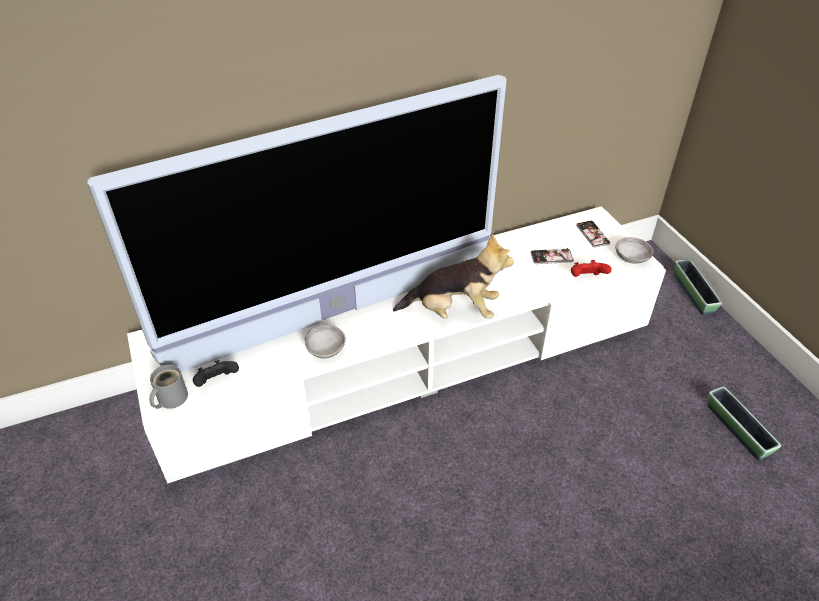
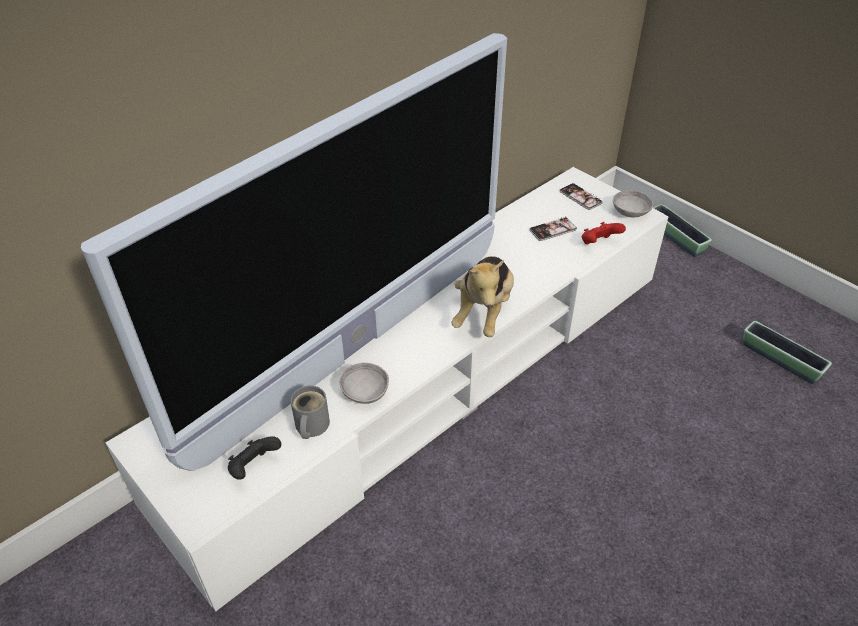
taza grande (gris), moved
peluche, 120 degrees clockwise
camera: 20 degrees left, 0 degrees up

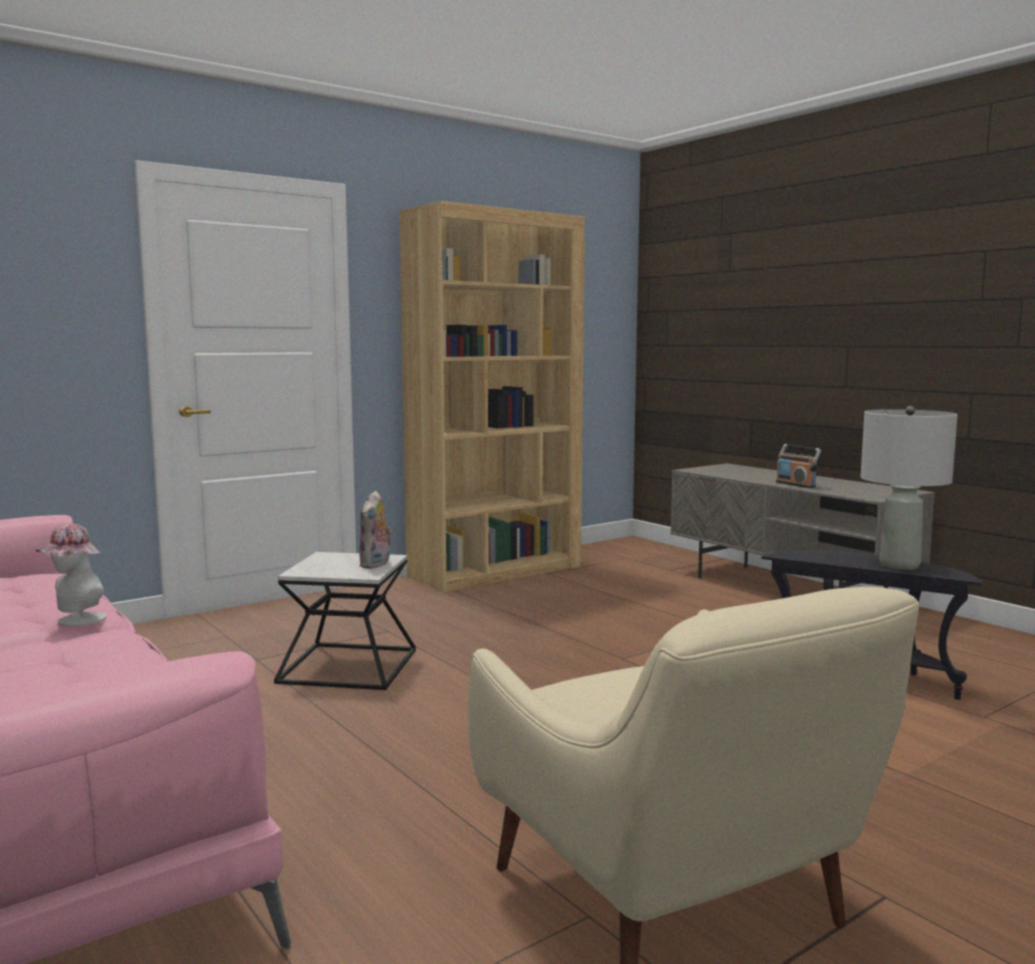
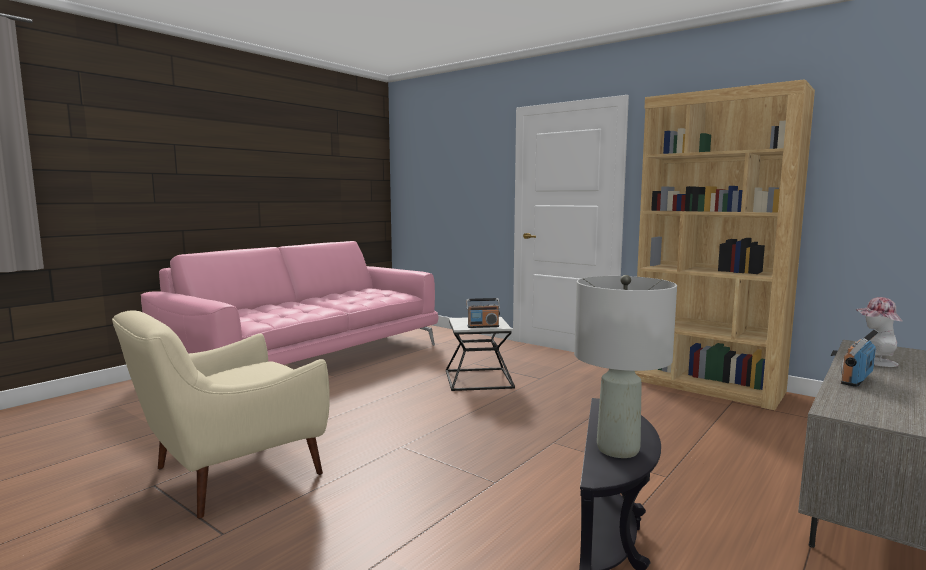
sombrero, moved
peluche => radio (1st from left)
camera: 75 degrees right, 0 degrees up

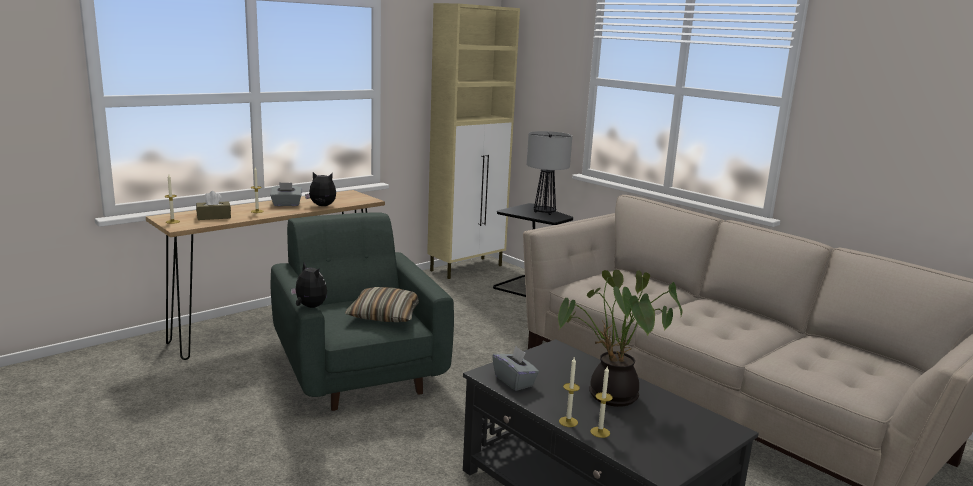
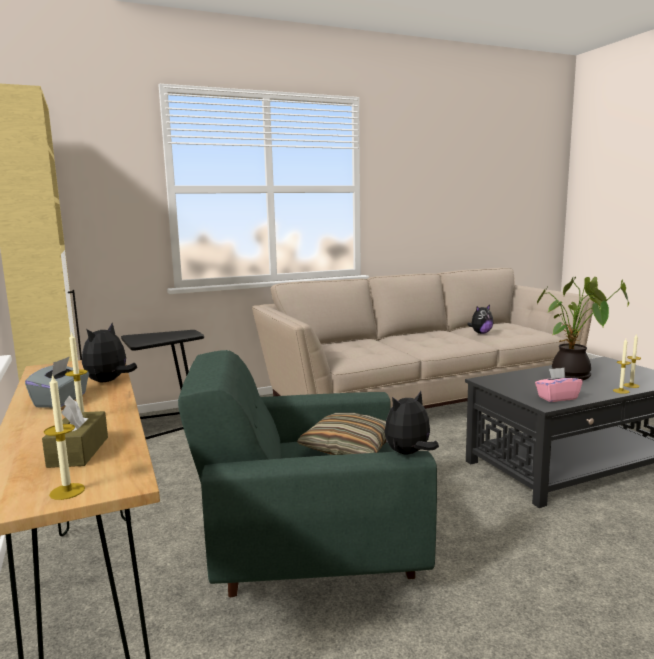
lámpara de mesa => nothing
nothing => peluche (3rd from left)
caja de pañuelos (gris) (2nd from left) => caja de pañuelos (rosa)
camera: 70 degrees left, 5 degrees down

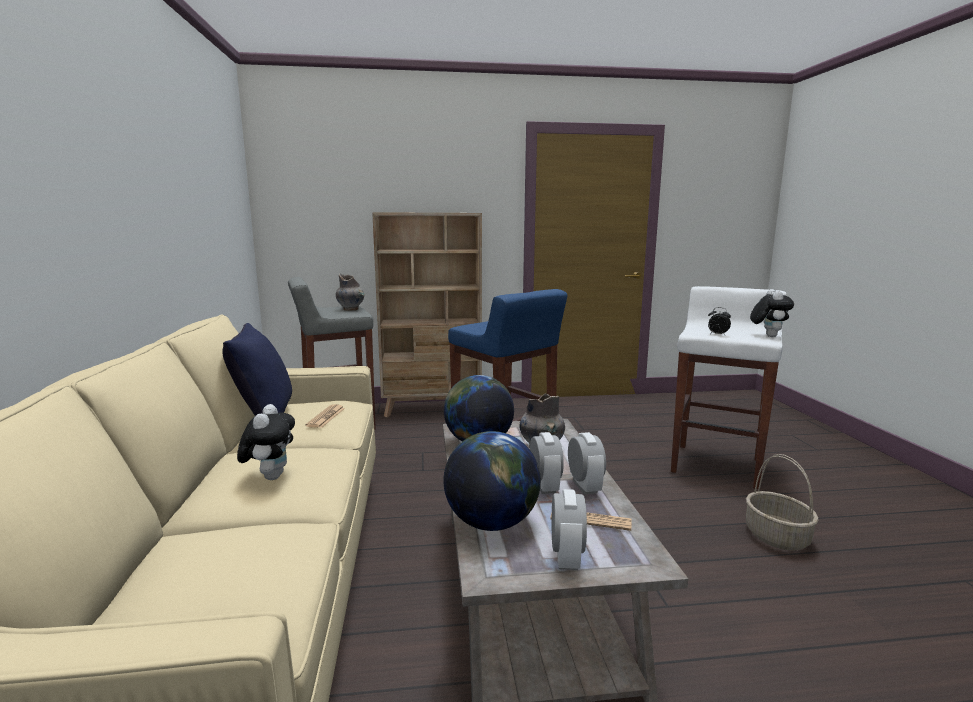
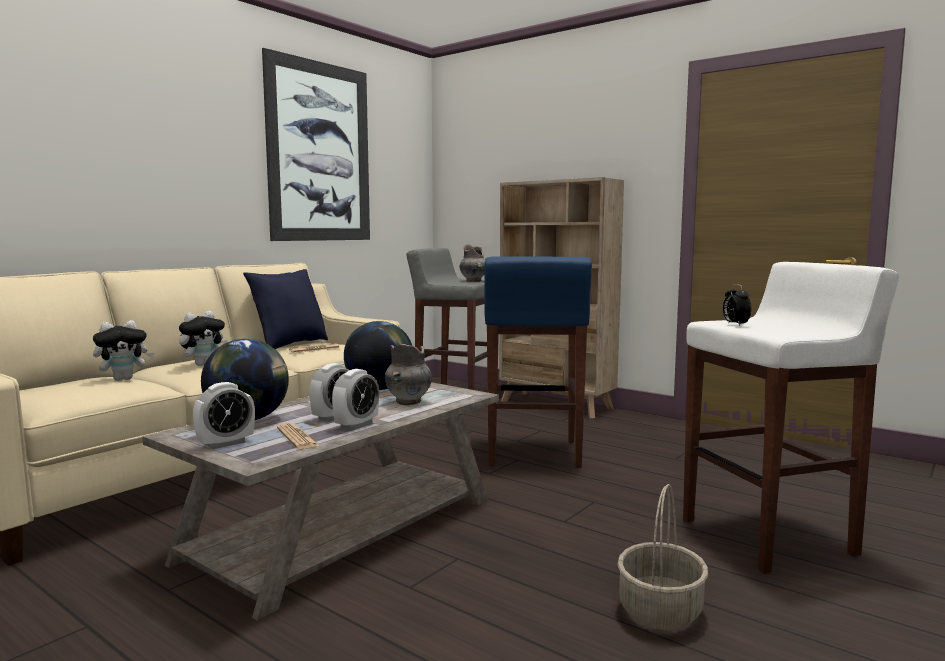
nothing => cuadro
peluche (2nd from left in the first image) => peluche (1st from left), moved
camera: 45 degrees right, 5 degrees down

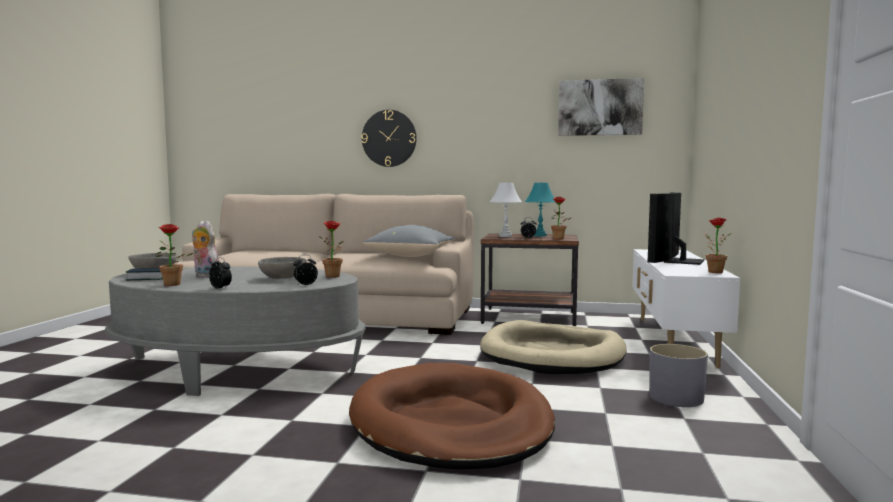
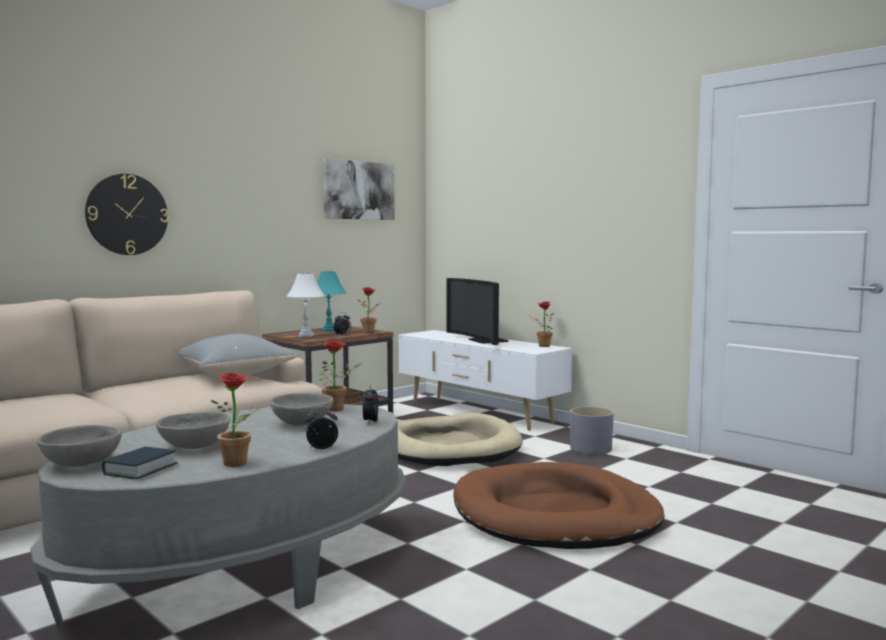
peluche => cuenco (gris) (2nd from left)
camera: 55 degrees left, 0 degrees up

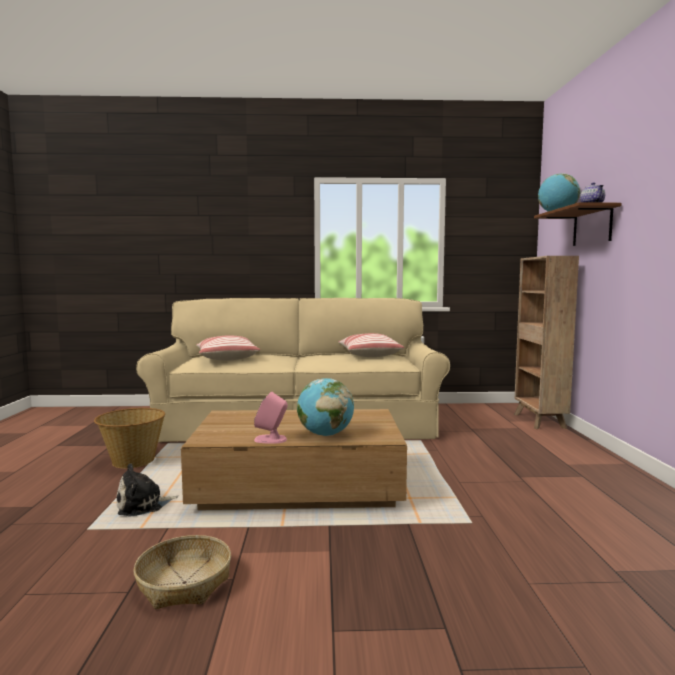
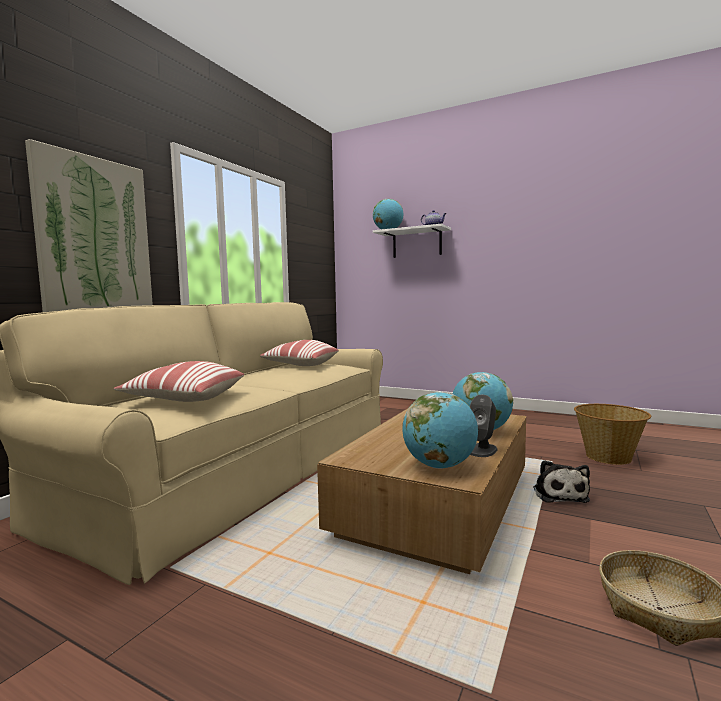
estantería (marrón) => nothing
nothing => cuadro
nothing => globo terráqueo (2nd from left)
cesta (1st from left), moved
peluche, moved
altavoz (rosa) => altavoz (gris)
estante (marrón) => estante (blanco)
camera: 60 degrees left, 0 degrees up

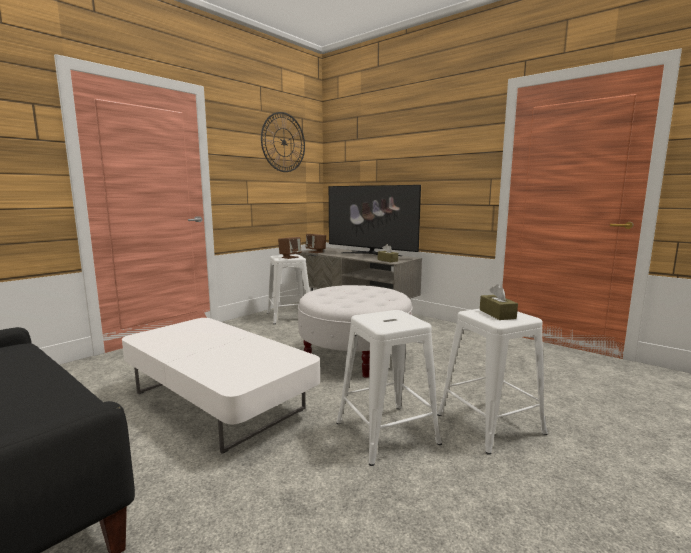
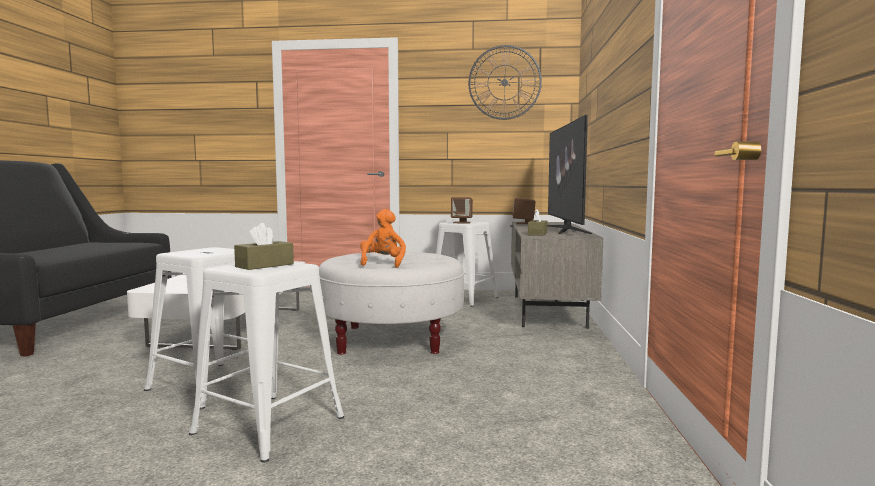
nothing => peluche (naranja)
camera: 55 degrees right, 5 degrees down

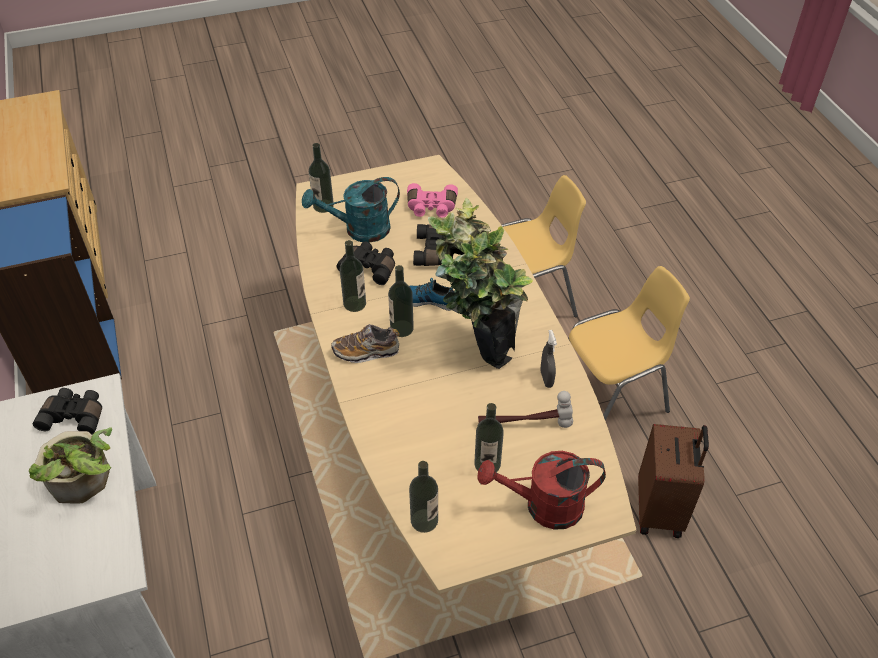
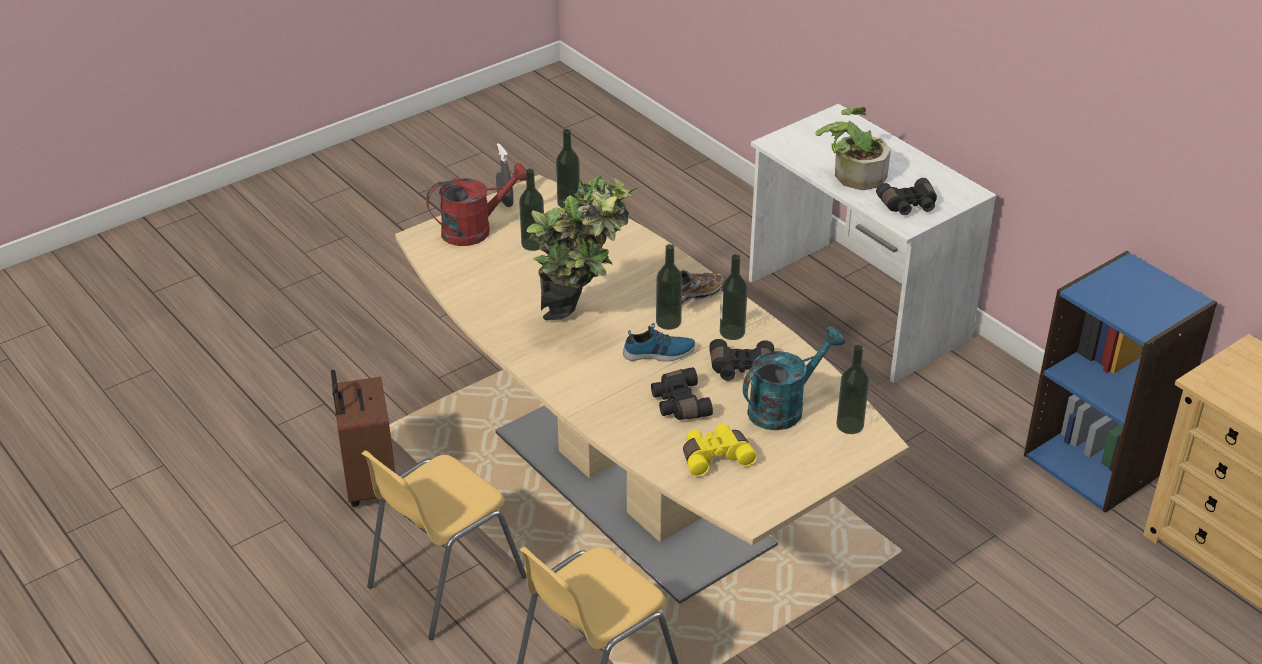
martillo => nothing
pulverizador (gris), moved
prismáticos (rosa) => prismáticos (amarillo)
camera: 160 degrees right, 10 degrees down

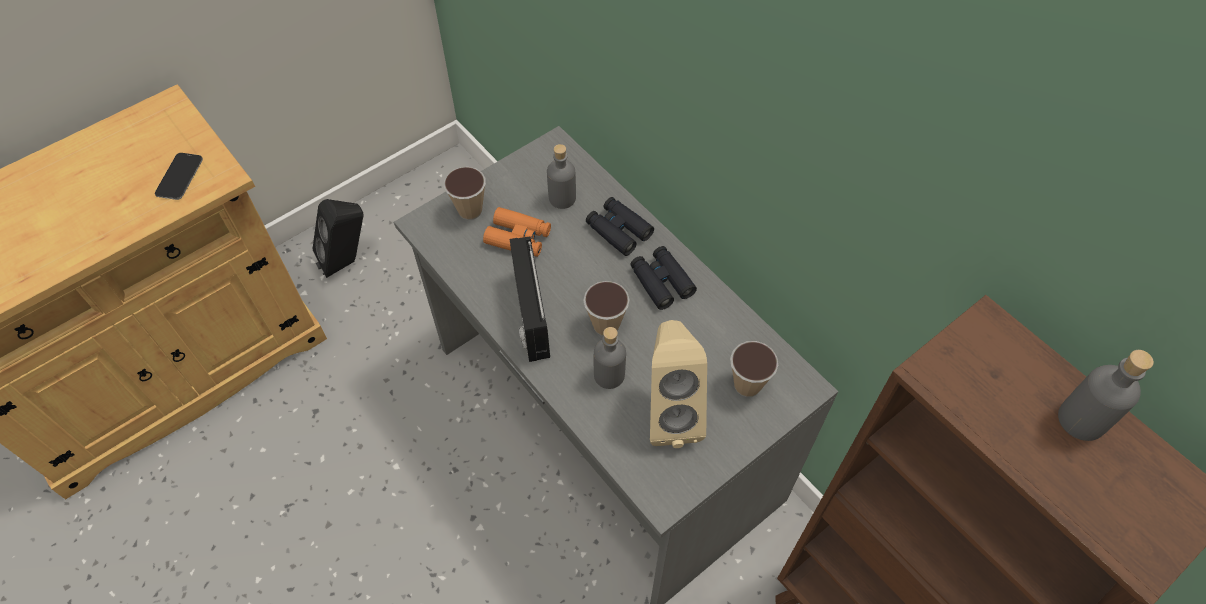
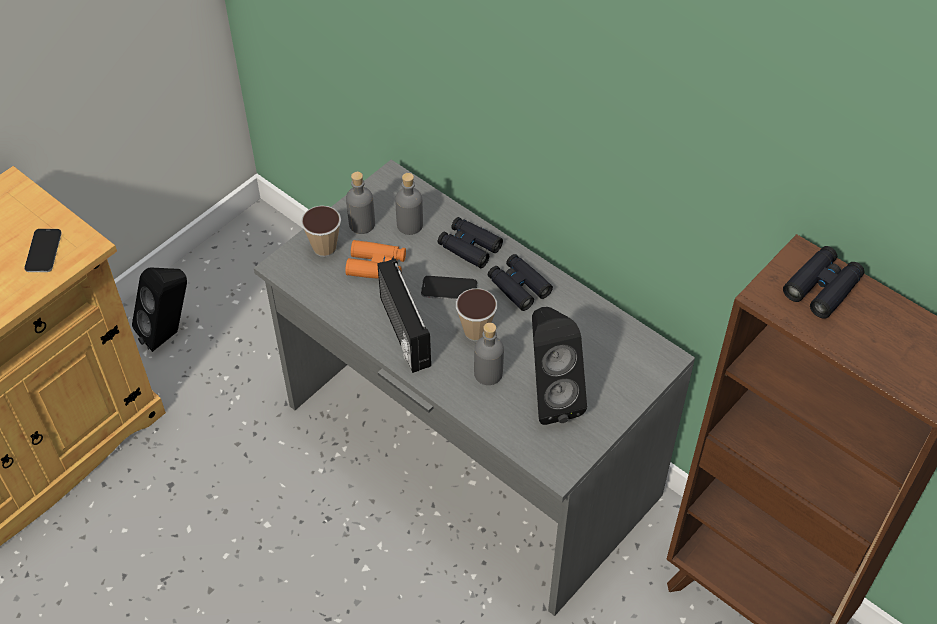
taza (3rd from left) => nothing
nothing => móvil (2nd from left)
nothing => prismáticos (negro) (3rd from left)
botella (gris) (3rd from left in the first image) => botella (gris) (1st from left), moved
altavoz (beis) => altavoz (negro) (2nd from left)
camera: 10 degrees left, 5 degrees down

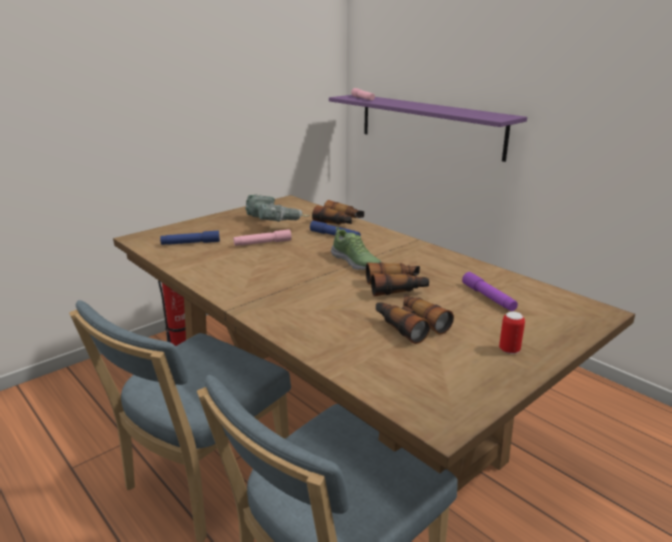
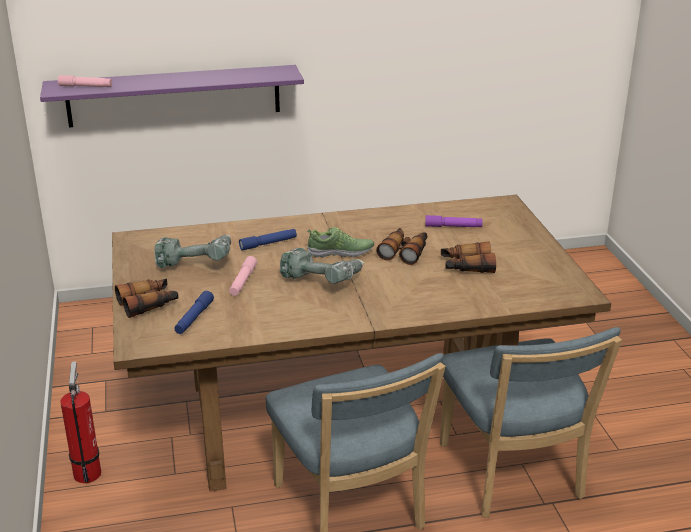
lata => nothing
nothing => taladro (2nd from left)
prismáticos (1st from left), moved
camera: 60 degrees left, 5 degrees up

